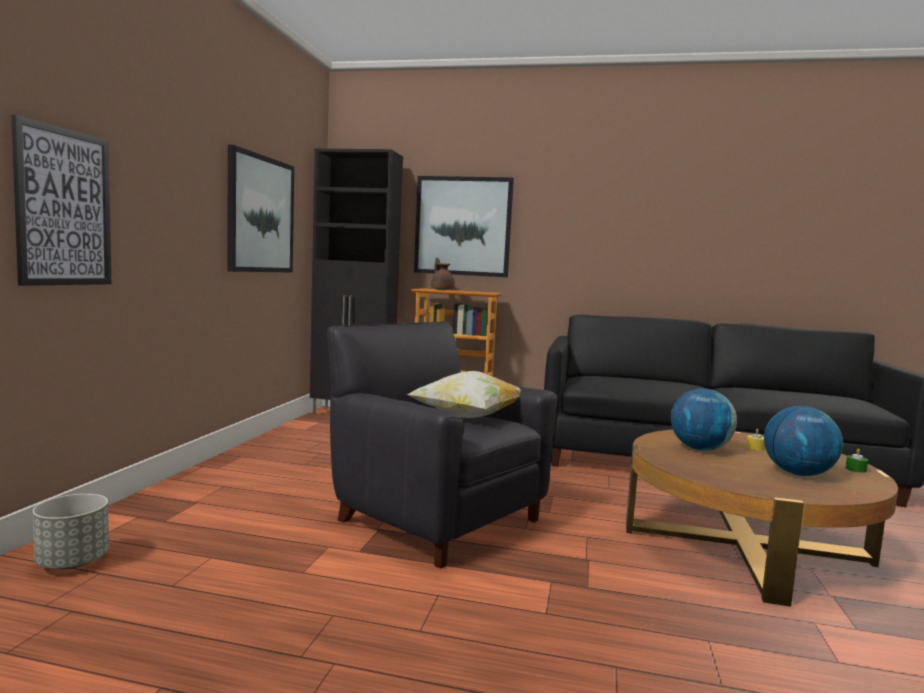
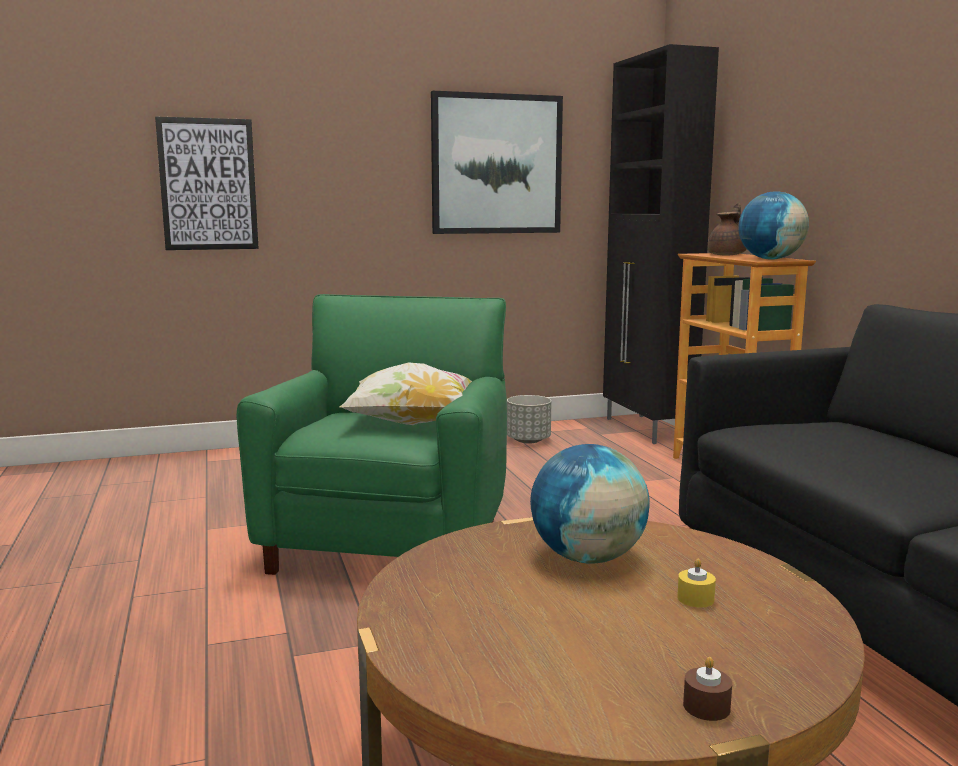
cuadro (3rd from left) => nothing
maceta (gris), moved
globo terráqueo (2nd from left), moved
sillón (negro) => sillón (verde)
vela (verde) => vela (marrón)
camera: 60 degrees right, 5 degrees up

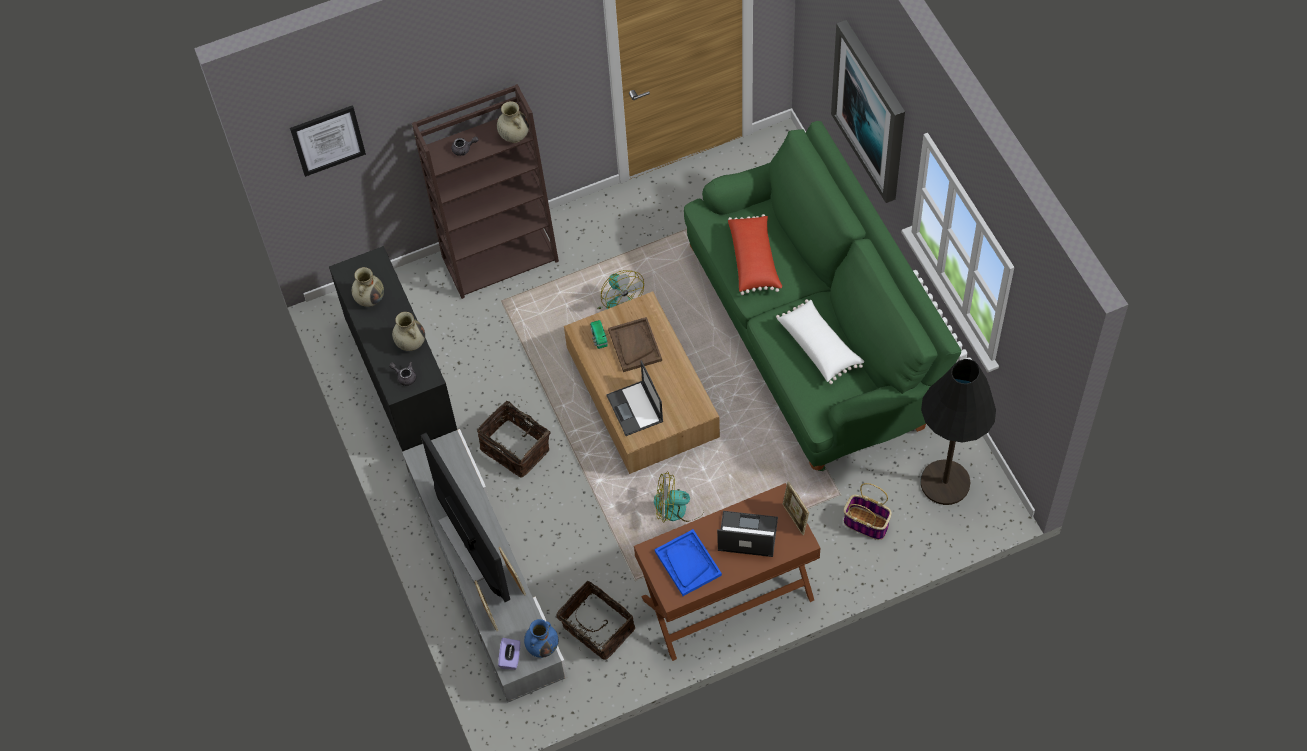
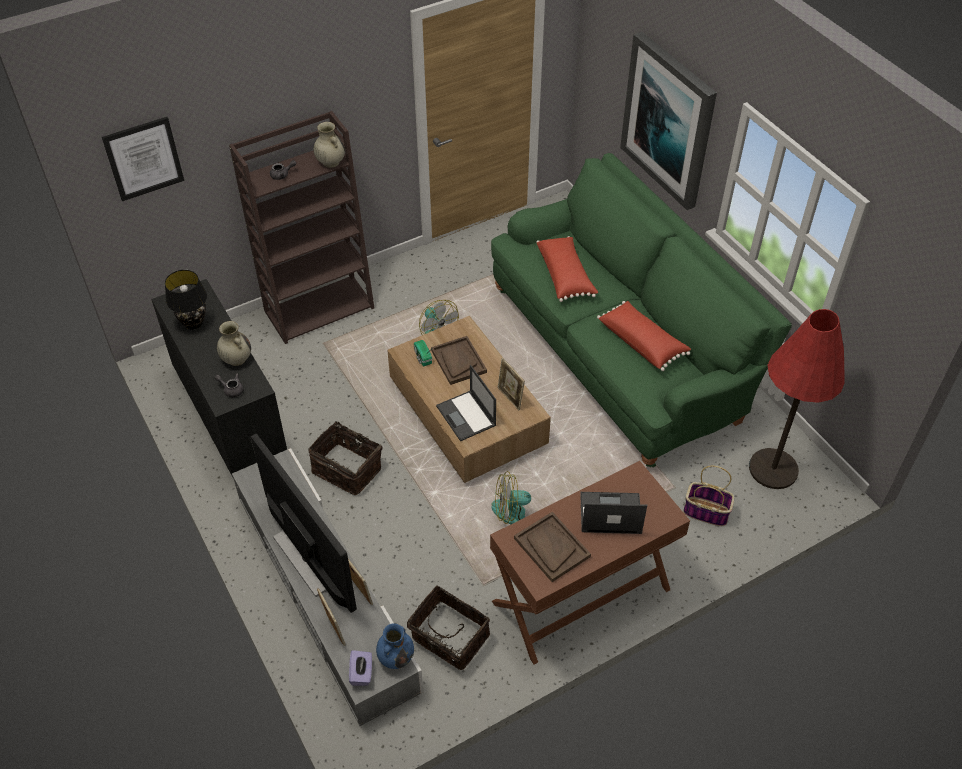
portarretratos (3rd from left), moved
florero (beis) (1st from left) => lámpara de mesa (negro)
bandeja (azul) => bandeja (marrón) (2nd from left)
cojín (blanco) => cojín (rojo) (2nd from left)
lámpara de pie (negro) => lámpara de pie (rojo)
camera: 10 degrees left, 10 degrees down

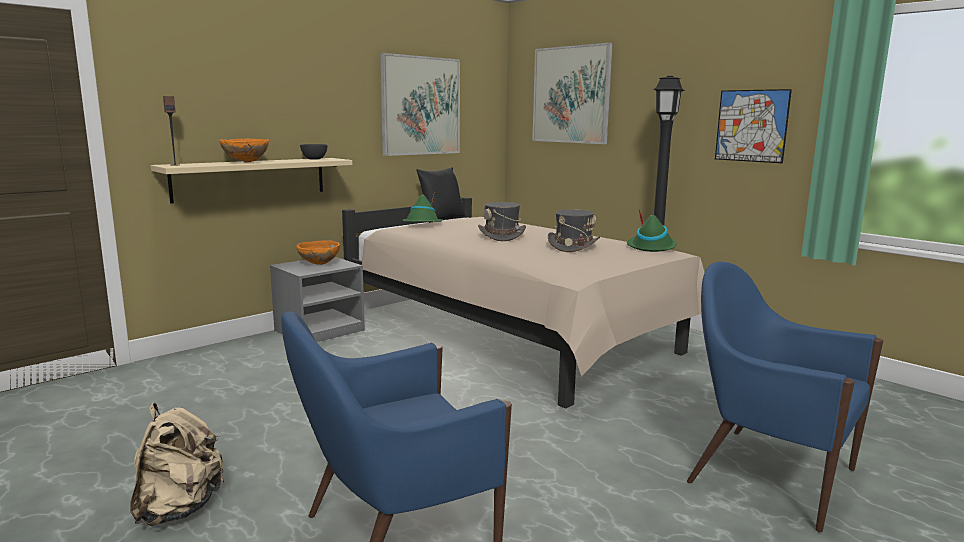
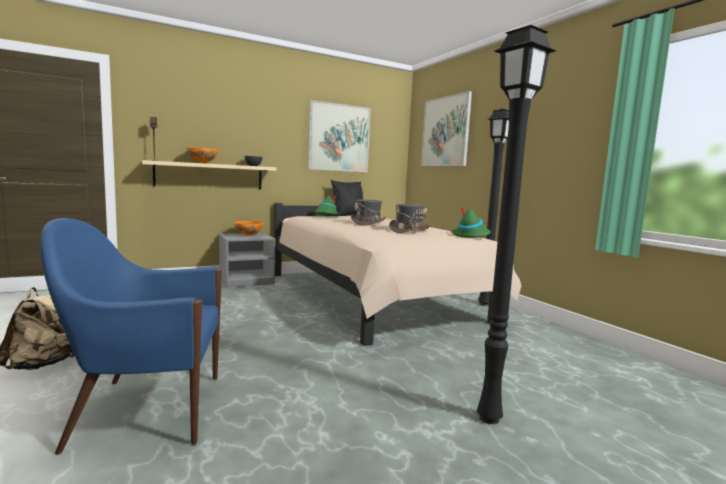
cuadro (3rd from left) => nothing
sillón (azul) (2nd from left) => lámpara de pie (negro) (2nd from left)
camera: 15 degrees right, 5 degrees down

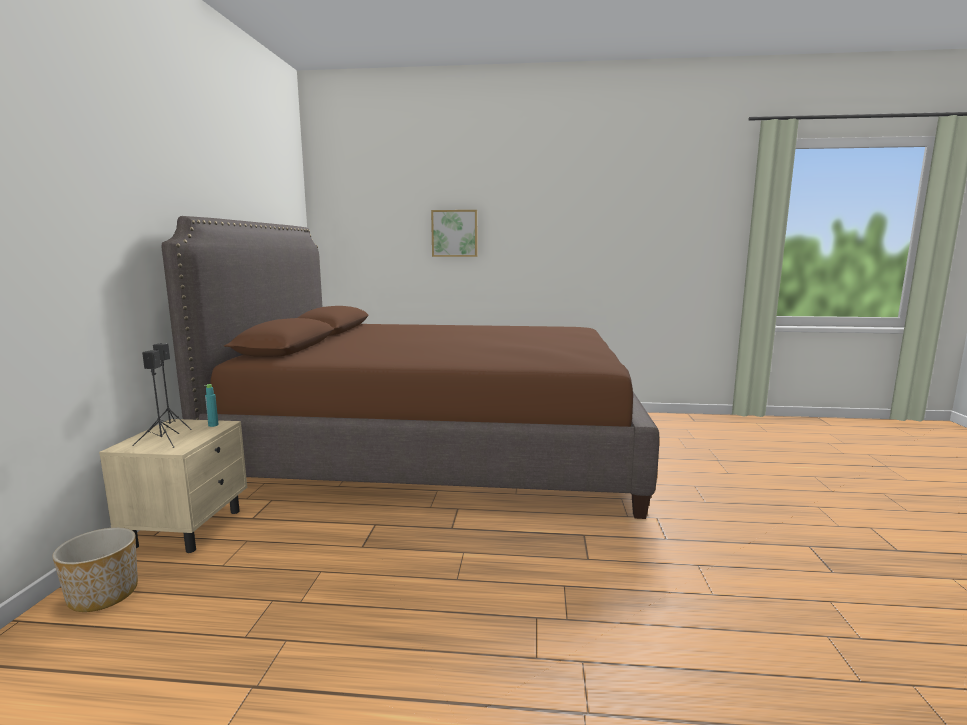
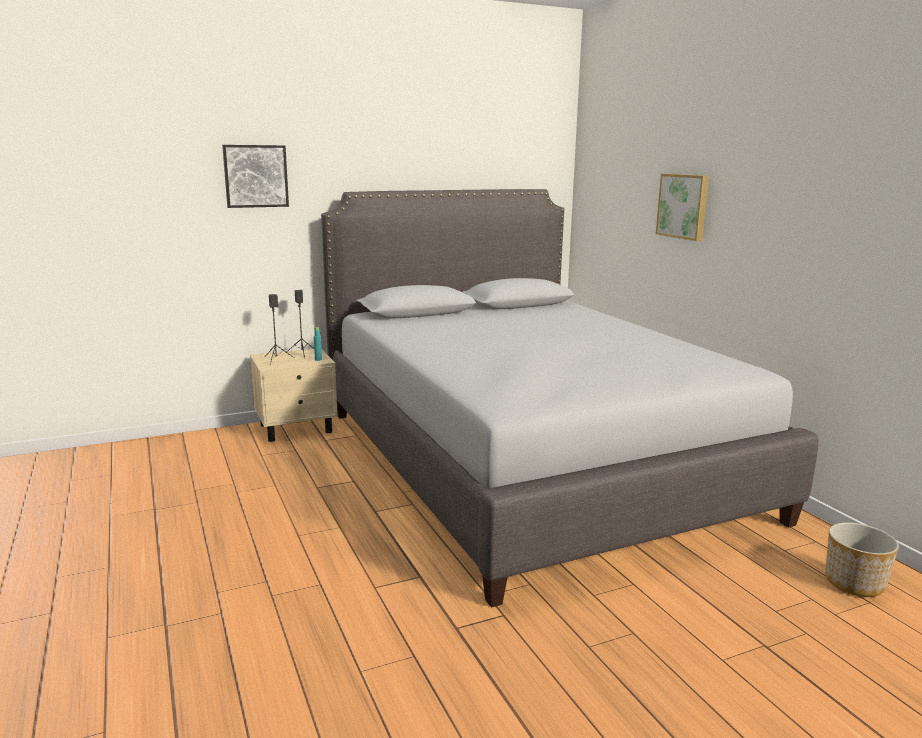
nothing => cuadro (1st from left)
maceta, moved
cama (marrón) => cama (gris)
camera: 60 degrees right, 5 degrees up

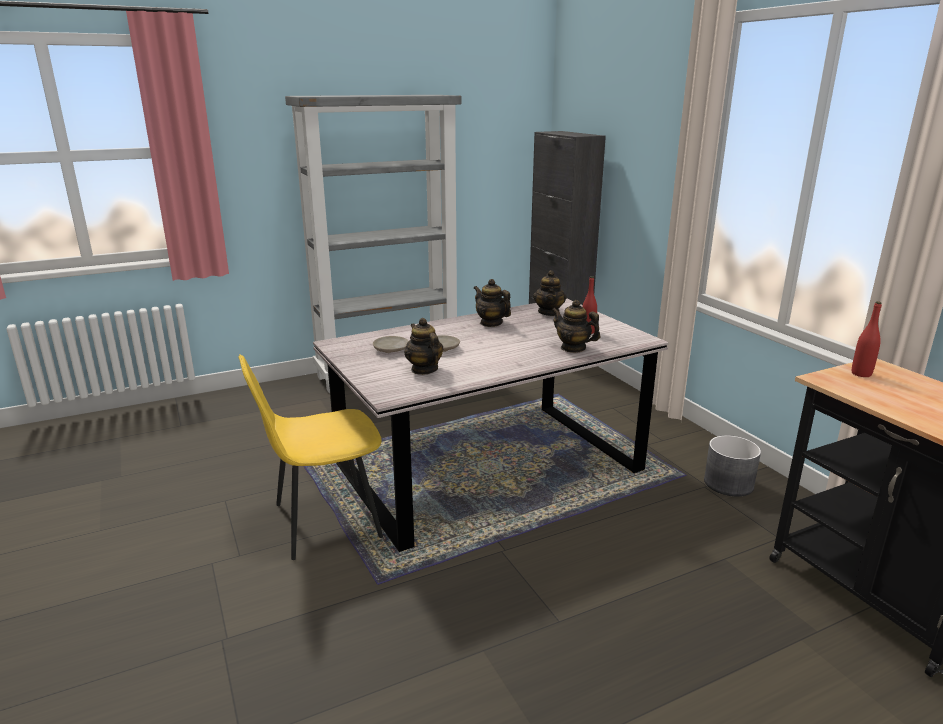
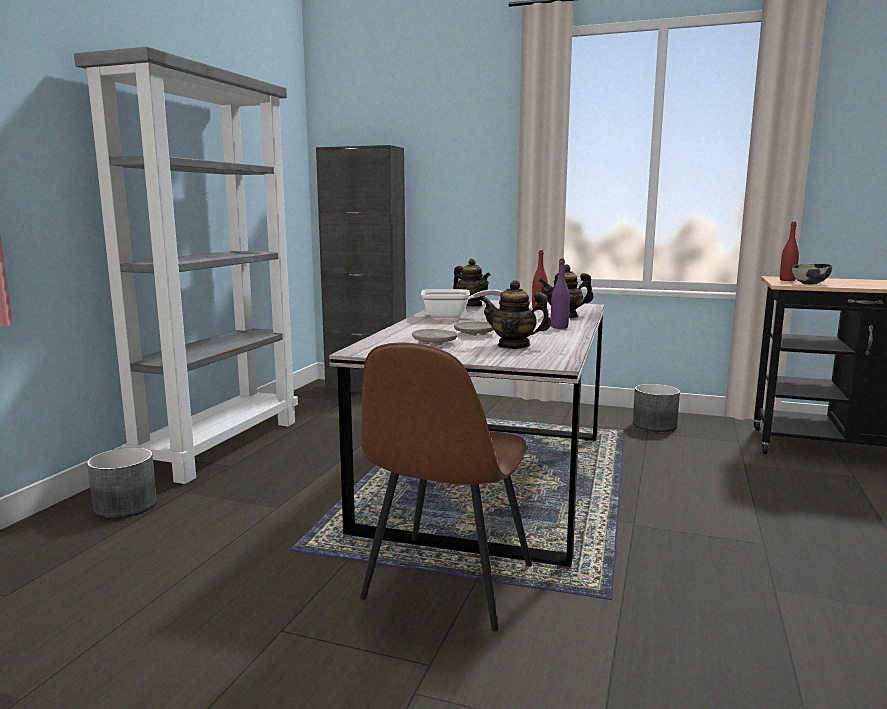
nothing => maceta (gris) (1st from left)
nothing => botella (morado)
nothing => cuenco
tetera (2nd from left) => sartén
silla (amarillo) => silla (marrón)
camera: 45 degrees left, 10 degrees down

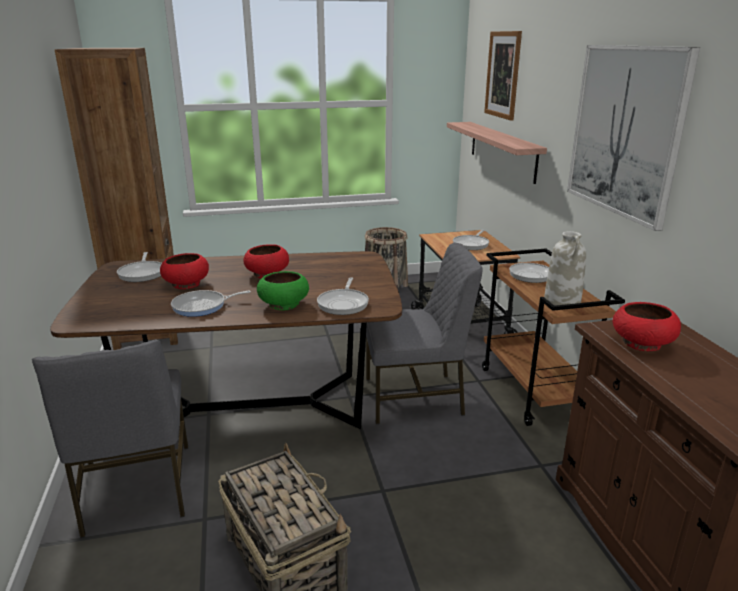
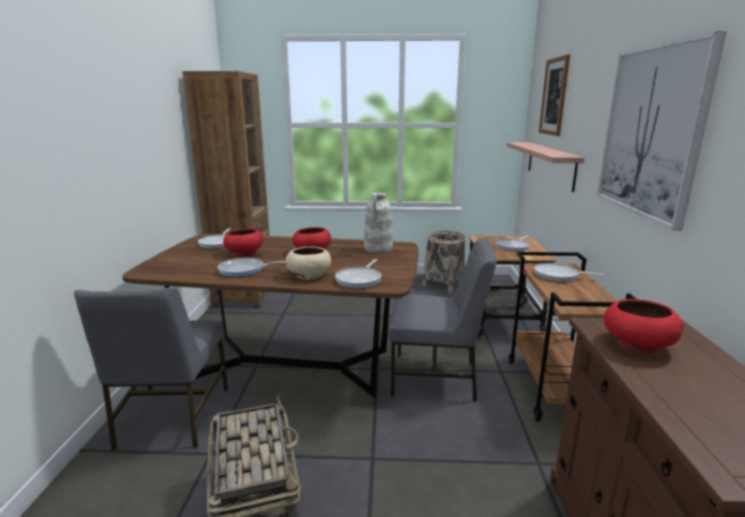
florero (blanco), moved
cuenco (verde) => cuenco (beis)
camera: 15 degrees right, 5 degrees down

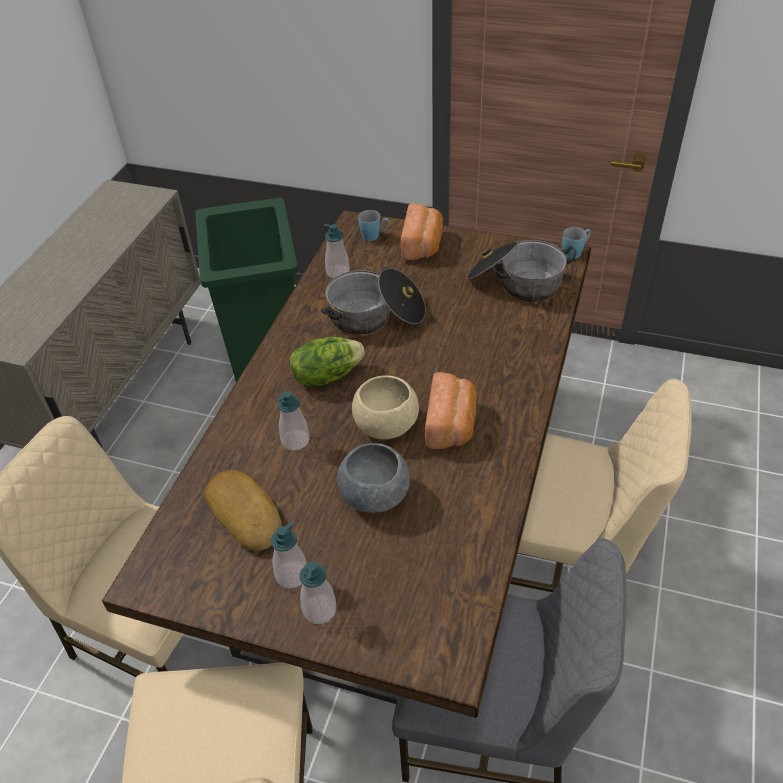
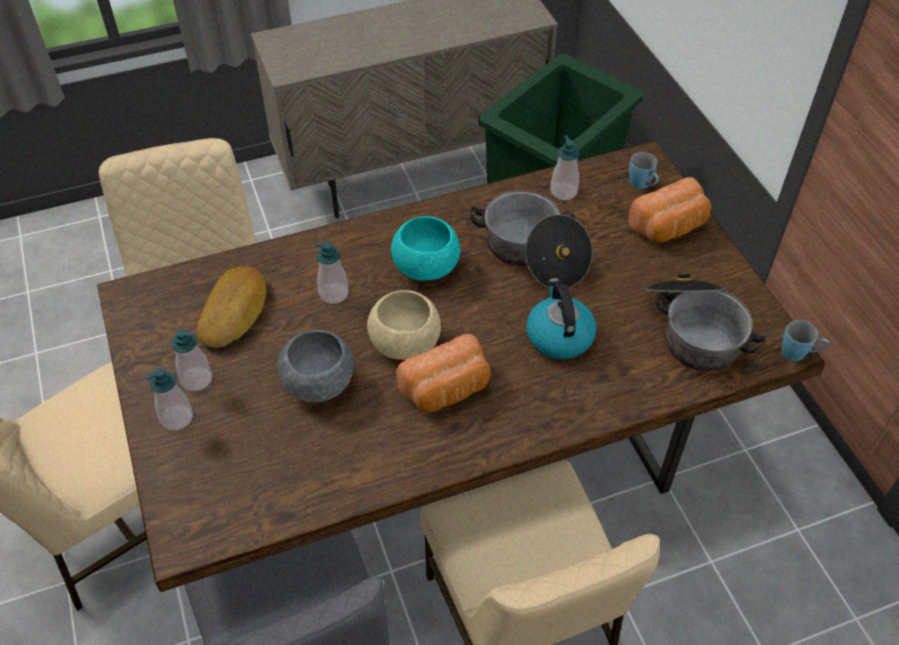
nothing => hervidor
lechuga => cuenco (turquesa)
camera: 50 degrees right, 5 degrees up

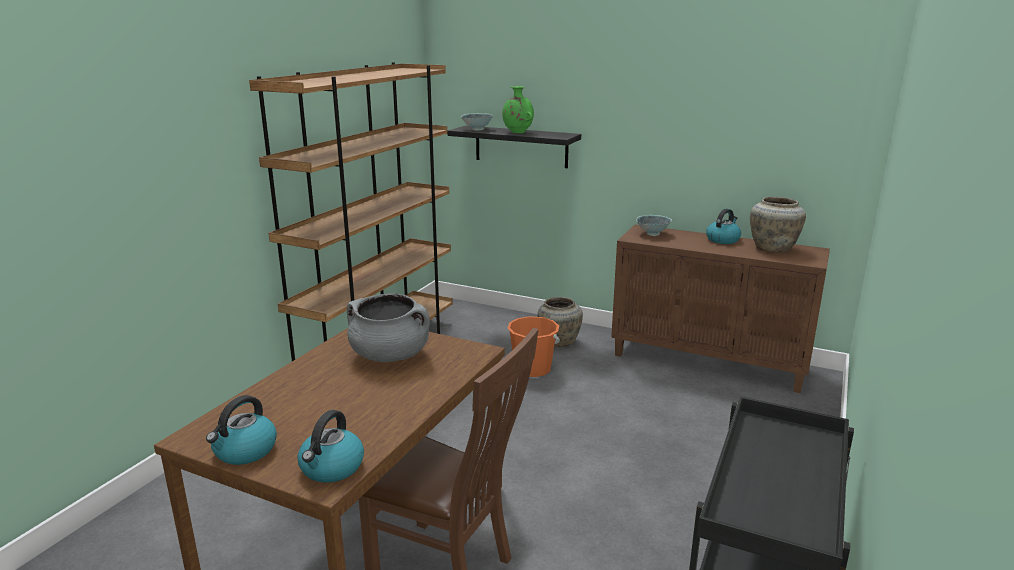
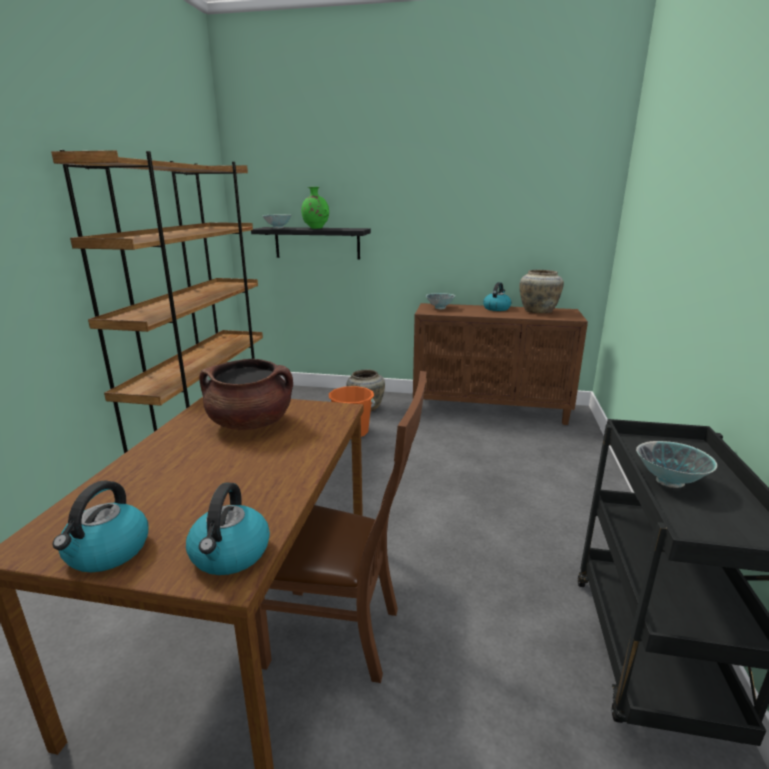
nothing => cuenco (3rd from left)
olla (gris) => olla (marrón)
camera: 15 degrees left, 0 degrees up

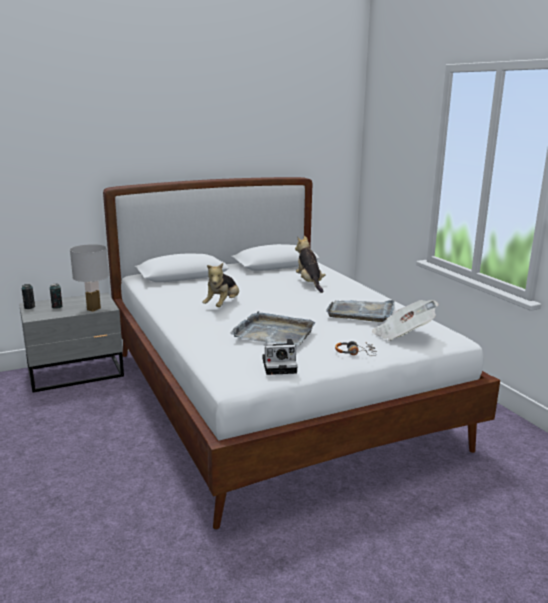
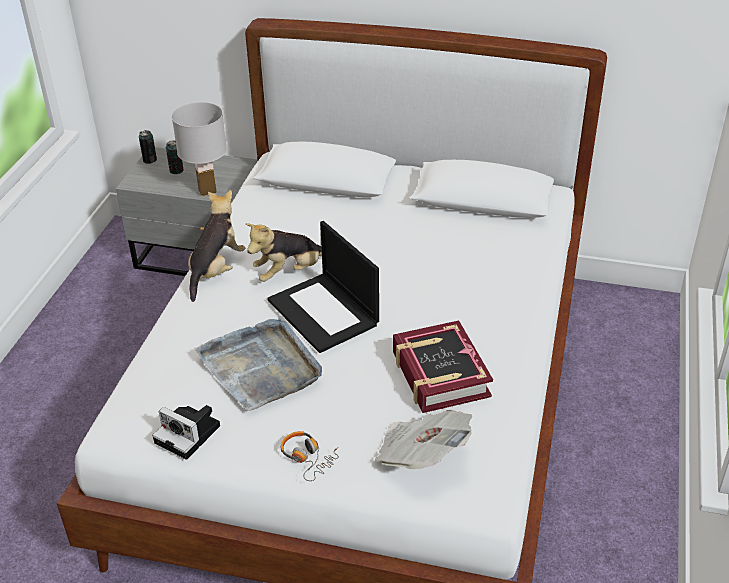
nothing => portátil
peluche (2nd from left in the first image) => peluche (1st from left), moved
bandeja (gris) (2nd from left) => libro
camera: 40 degrees right, 20 degrees up

